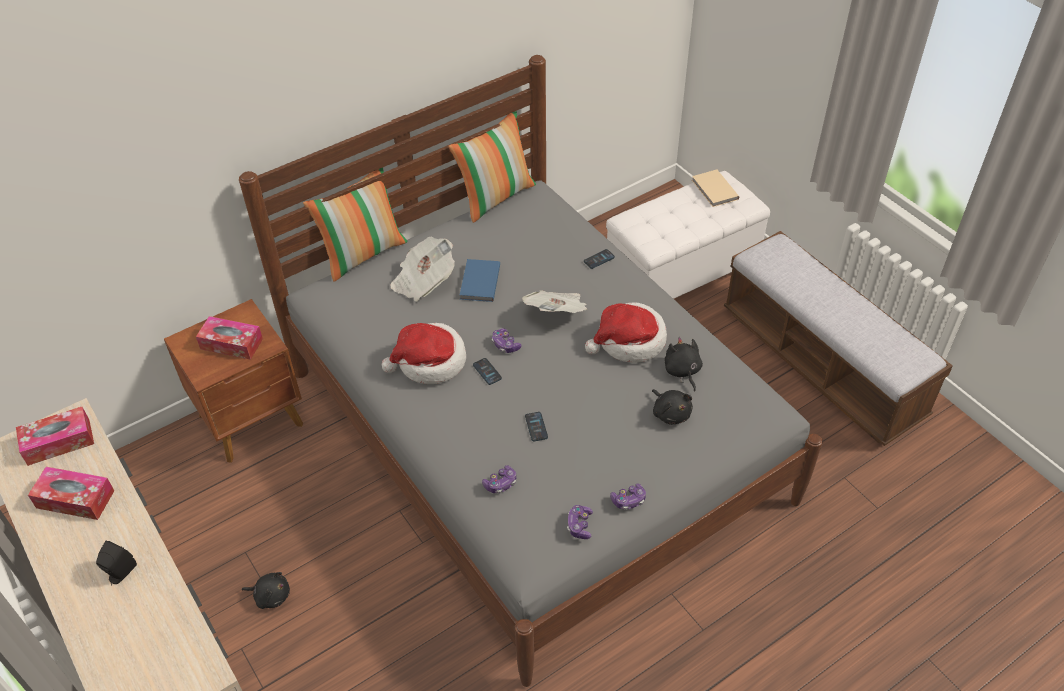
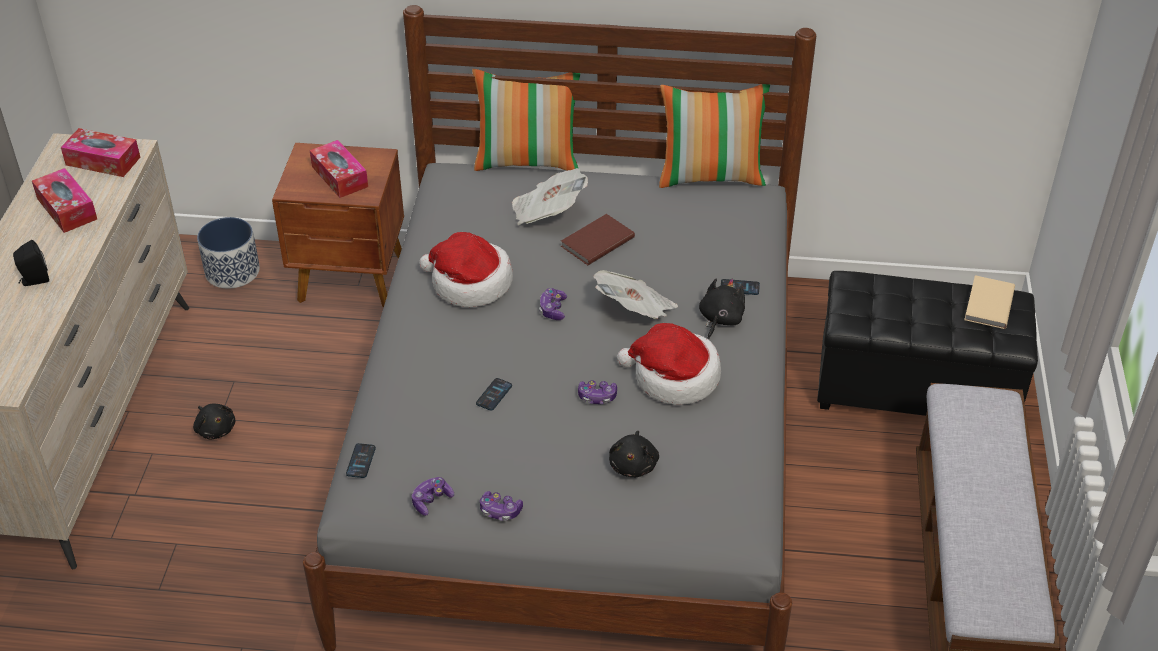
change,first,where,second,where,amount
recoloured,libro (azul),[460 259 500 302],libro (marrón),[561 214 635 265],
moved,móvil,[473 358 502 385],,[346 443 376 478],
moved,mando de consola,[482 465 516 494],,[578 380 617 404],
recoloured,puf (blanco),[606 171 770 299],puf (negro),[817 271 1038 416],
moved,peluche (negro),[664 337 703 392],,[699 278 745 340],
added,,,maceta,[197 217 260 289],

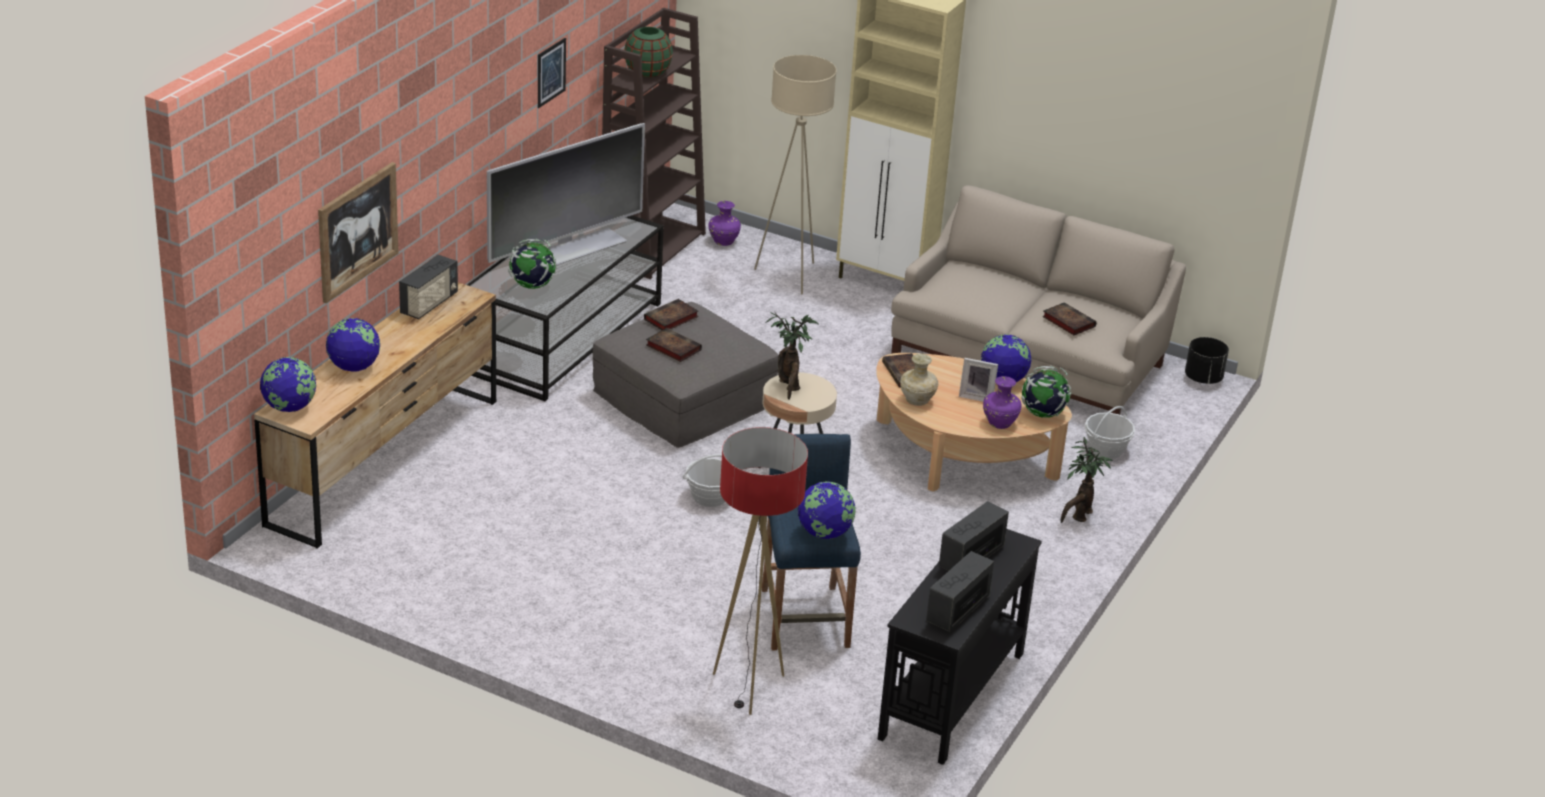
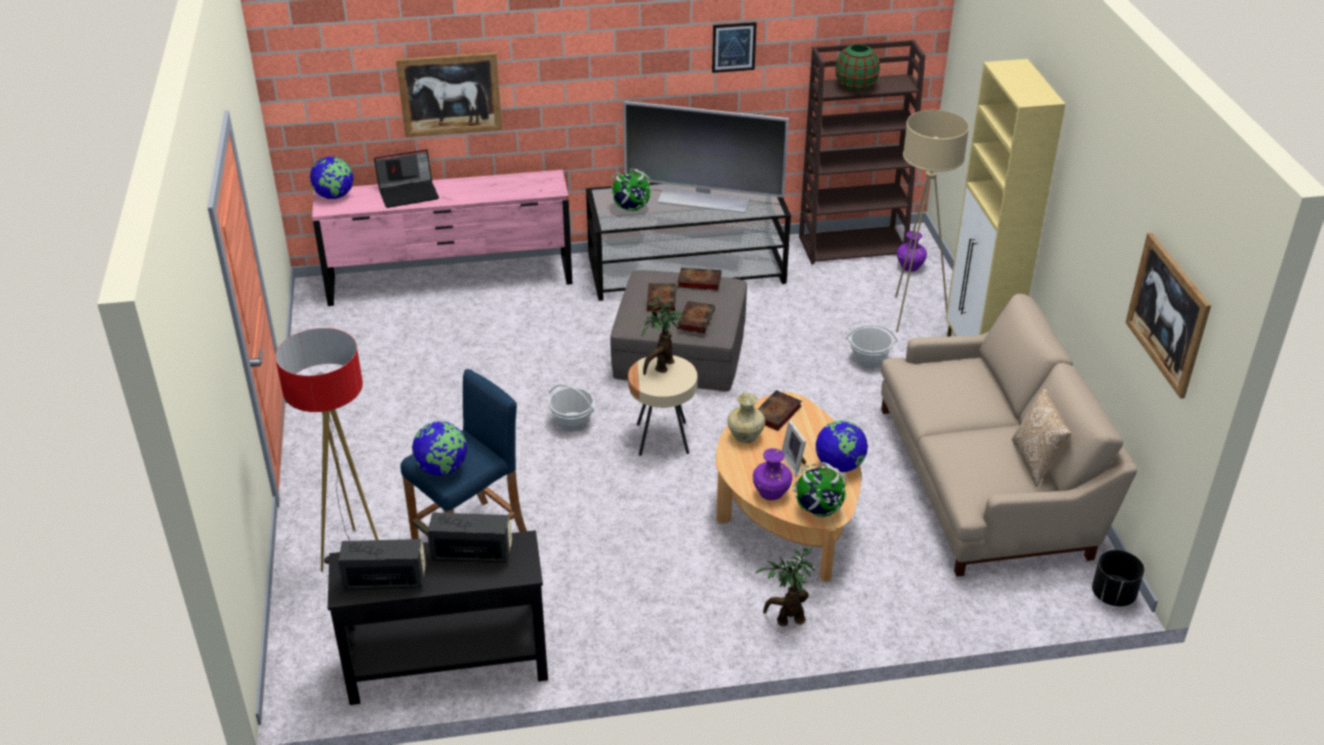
change,first,where,second,where,amount
recoloured,cómoda (marrón),[254 282 496 548],cómoda (rosa),[312 170 573 306],
replaced,globo terráqueo,[326 318 380 372],portátil,[374 149 439 208],
removed,radio,[399 255 458 319],,,
moved,libro,[1042 302 1096 335],,[677 301 715 333],
moved,cesta,[1084 406 1135 459],,[846 324 898 368],
added,,,cojín,[1012 389 1072 487],
added,,,cuadro,[1125 232 1211 399],

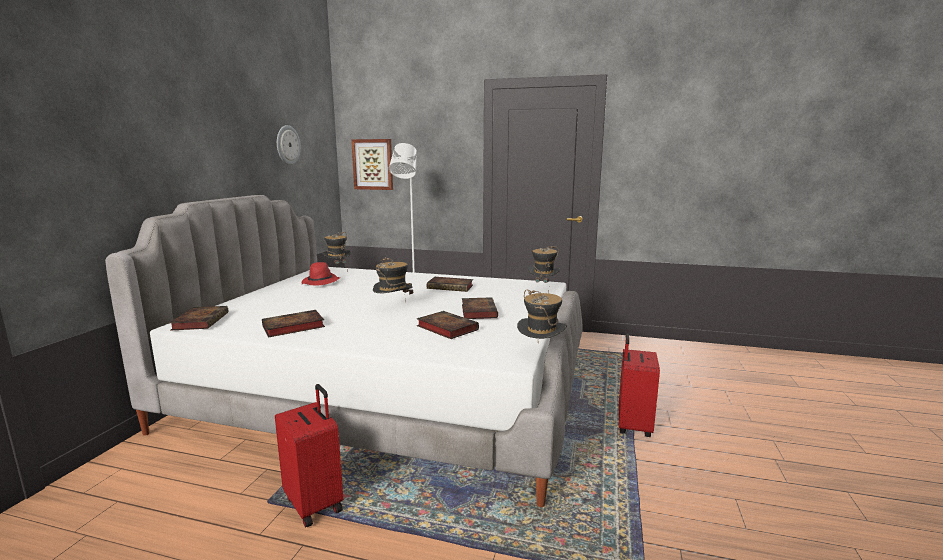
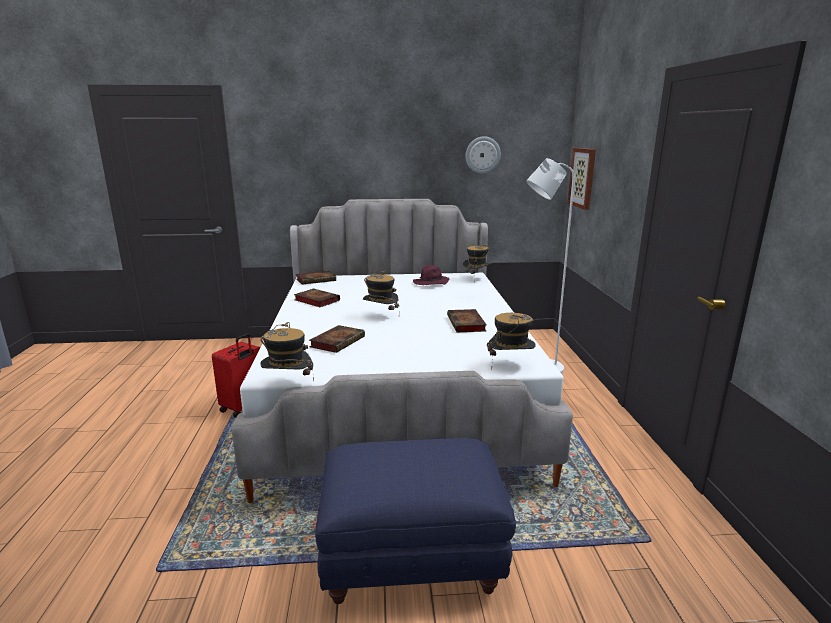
change,first,where,second,where,amount
recoloured,sombrero (rojo),[302 262 340 285],sombrero (morado),[413 265 449 285],
removed,libro,[462 297 498 319],,,
replaced,maleta (rojo),[618 334 660 437],puf (azul),[315 438 516 604],

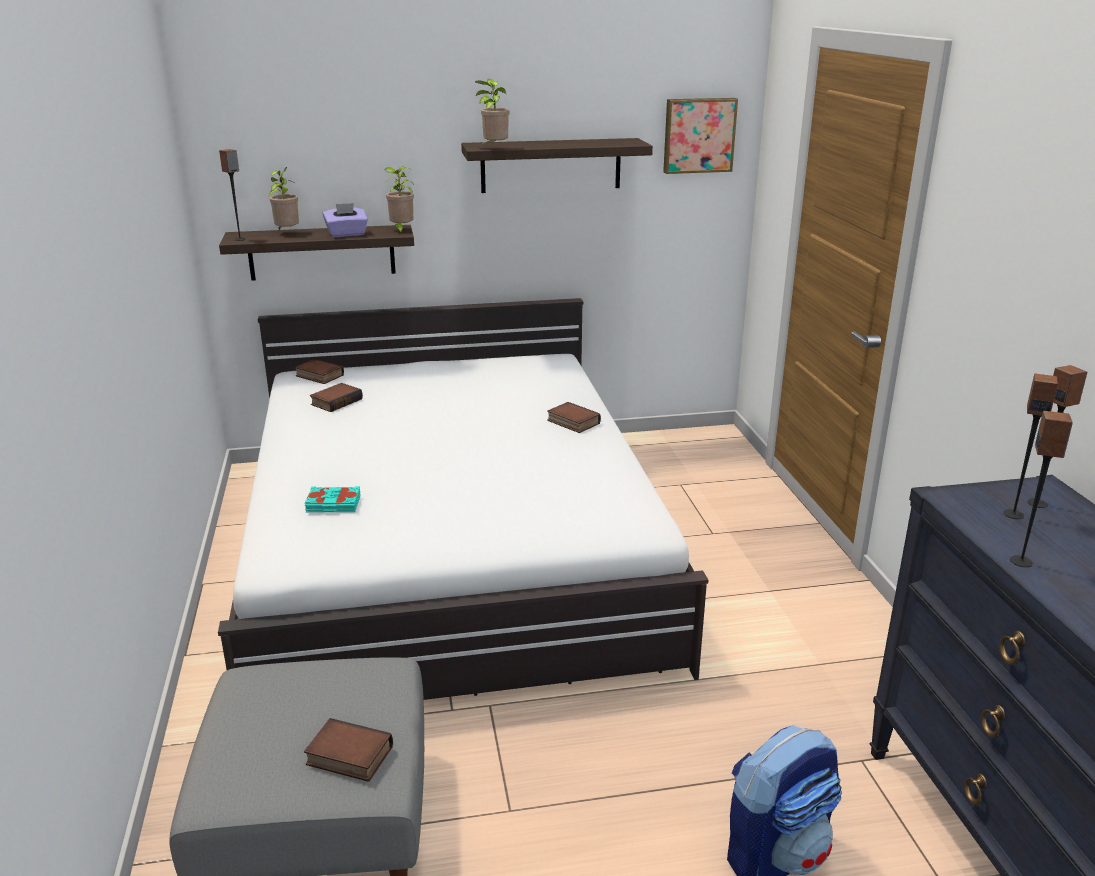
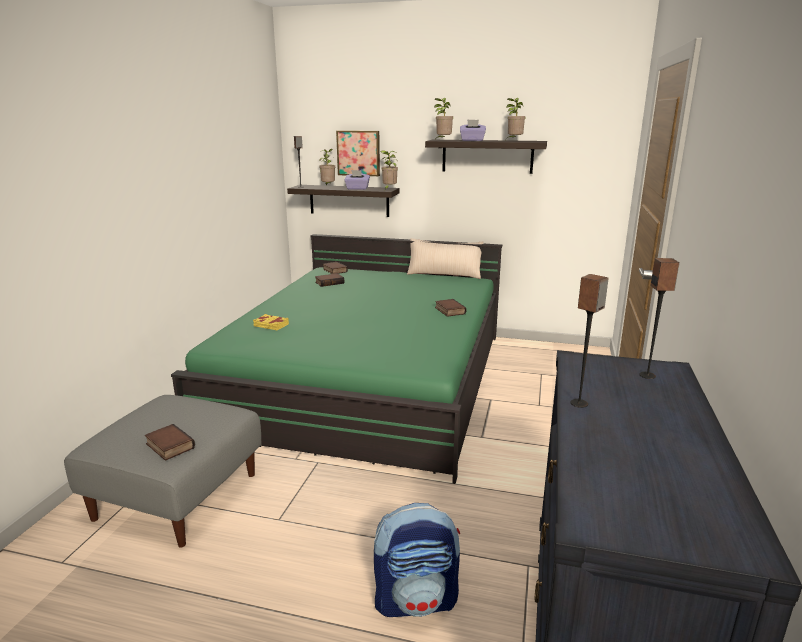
change,first,where,second,where,amount
recoloured,cama (blanco),[218 298 708 700],cama (verde),[171 234 502 484],
recoloured,libro (turquesa),[304 486 361 512],libro (amarillo),[253 314 289 330],
moved,cuadro,[663 98 738 174],,[336 130 380 176],
removed,altavoz,[1003 374 1058 519],,,
added,,,cojín (beis),[407 238 483 279],
added,,,caja de pañuelos (morado),[460 120 486 141],
added,,,planta en maceta,[506 98 525 139],

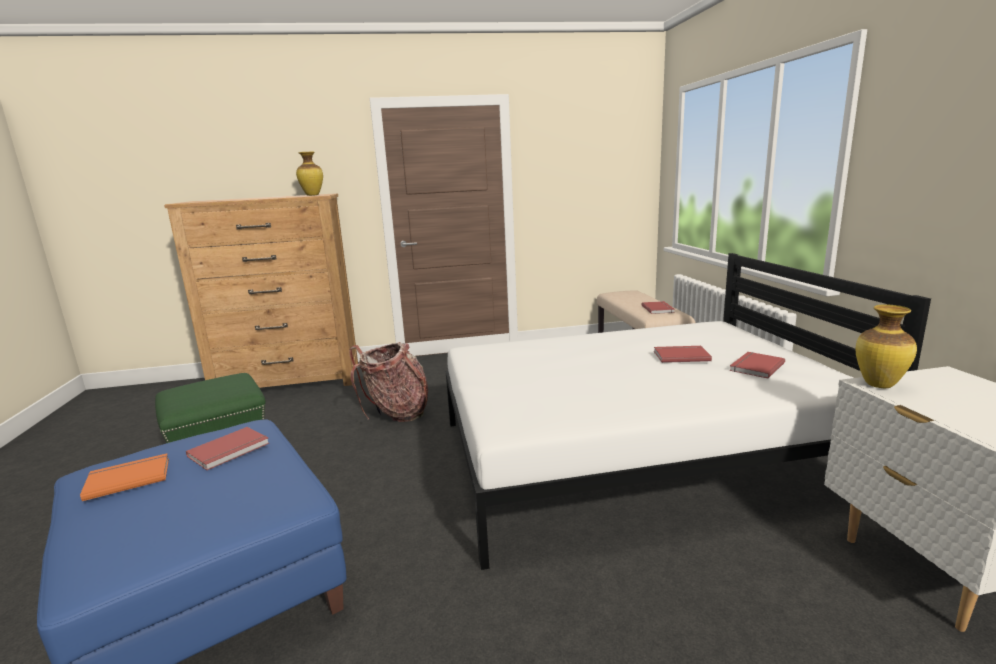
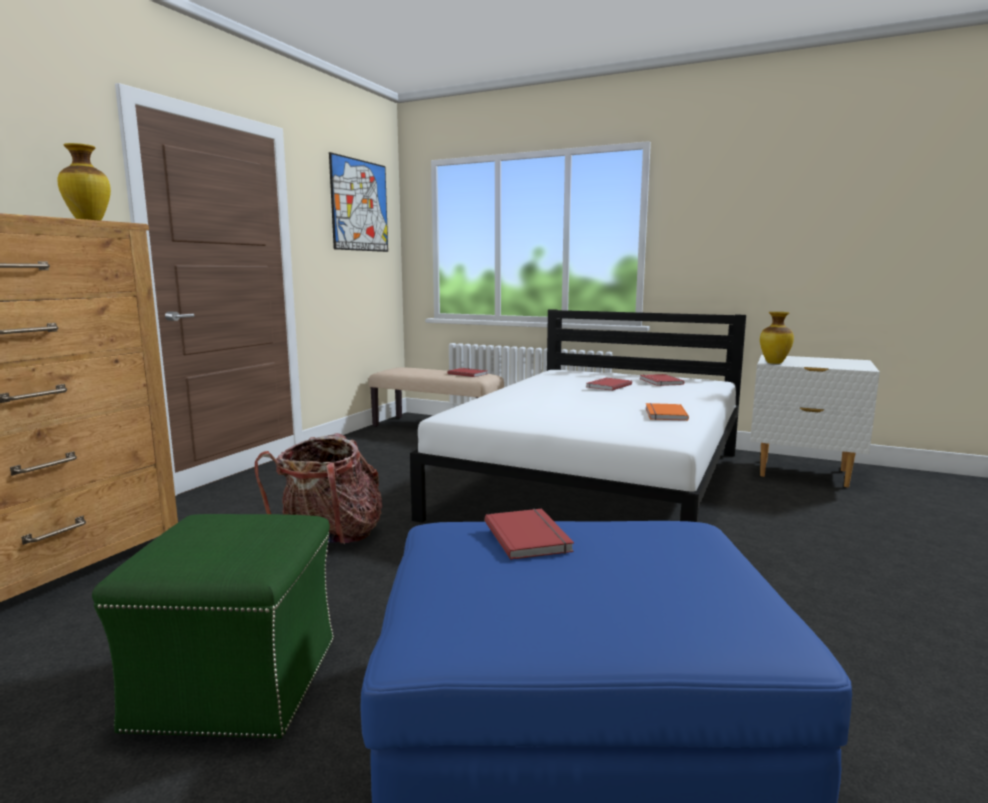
change,first,where,second,where,amount
moved,libro (naranja),[80 453 169 501],,[646 403 689 421],
added,,,cuadro,[329 152 388 252],

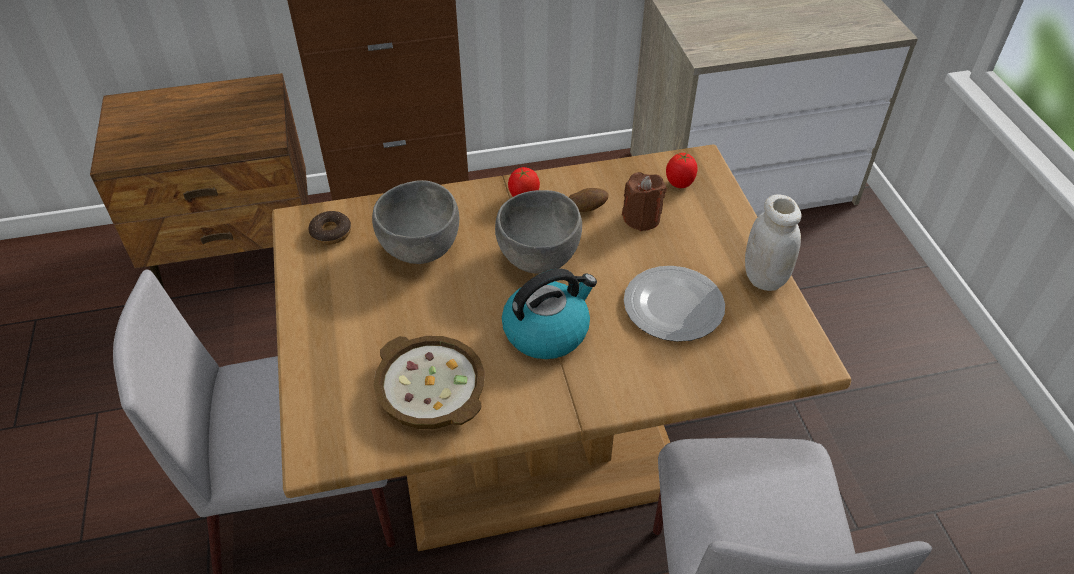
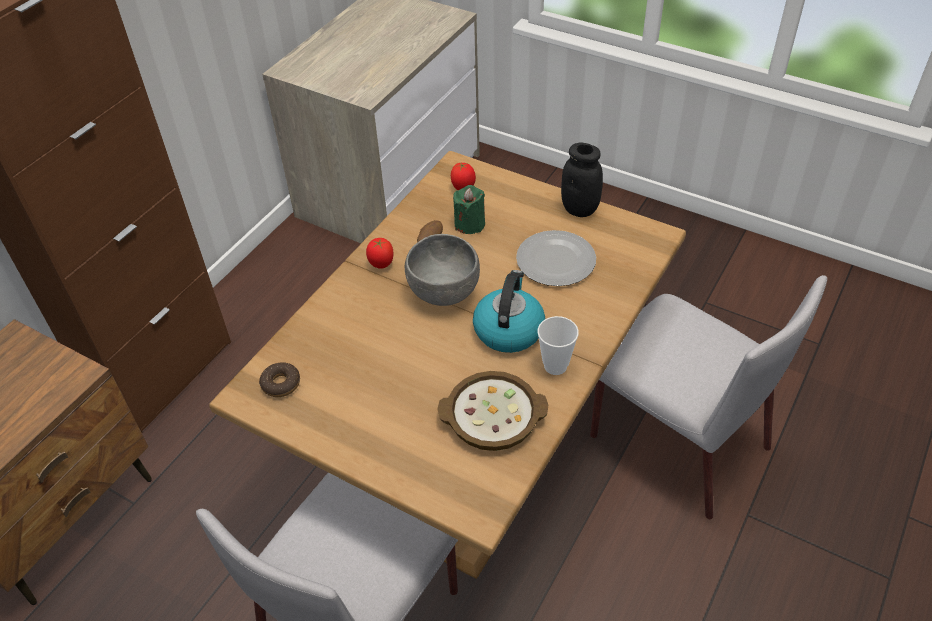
change,first,where,second,where,amount
removed,cuenco (gris),[372 180 459 264],,,
recoloured,vela (marrón),[622 172 667 231],vela (verde),[453 185 485 234],
recoloured,tarro (blanco),[745 194 802 291],tarro (negro),[561 143 603 217],
added,,,taza,[537 316 579 375],

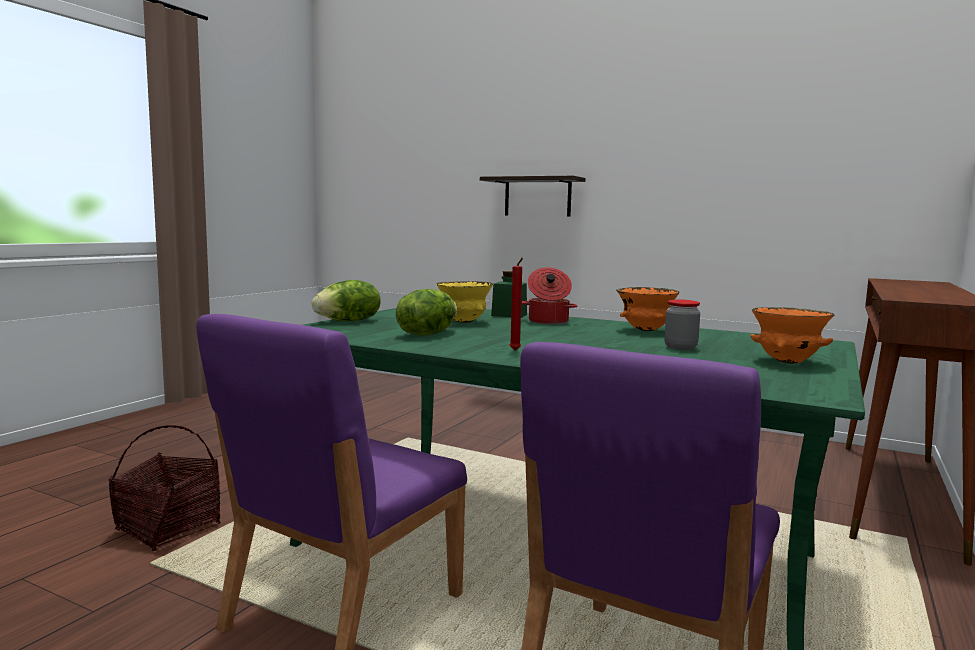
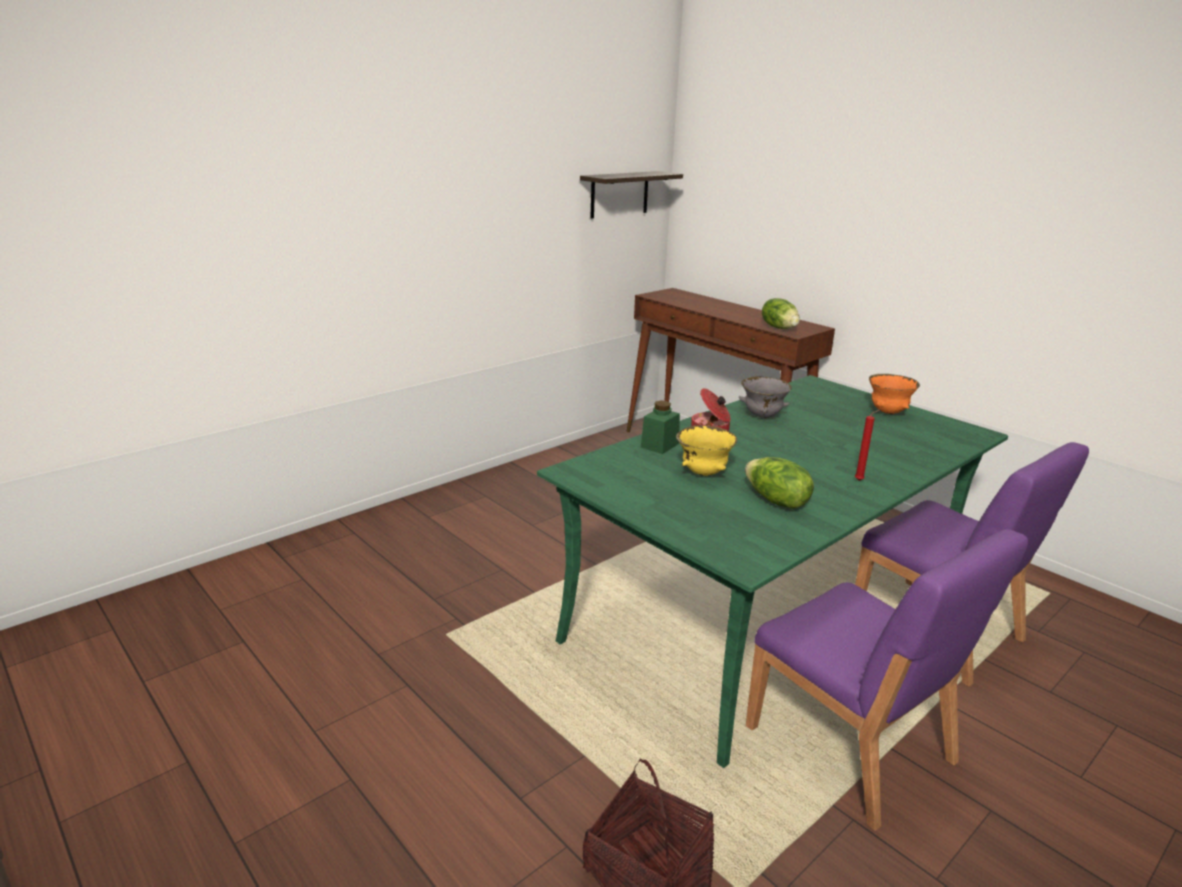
change,first,where,second,where,amount
moved,lechuga,[312 280 381 321],,[762 298 800 329],
moved,estante,[480 176 585 217],,[580 171 683 218],
recoloured,cuenco (naranja),[616 287 680 331],cuenco (gris),[739 377 792 418],
removed,tarro,[664 299 700 350],,,

